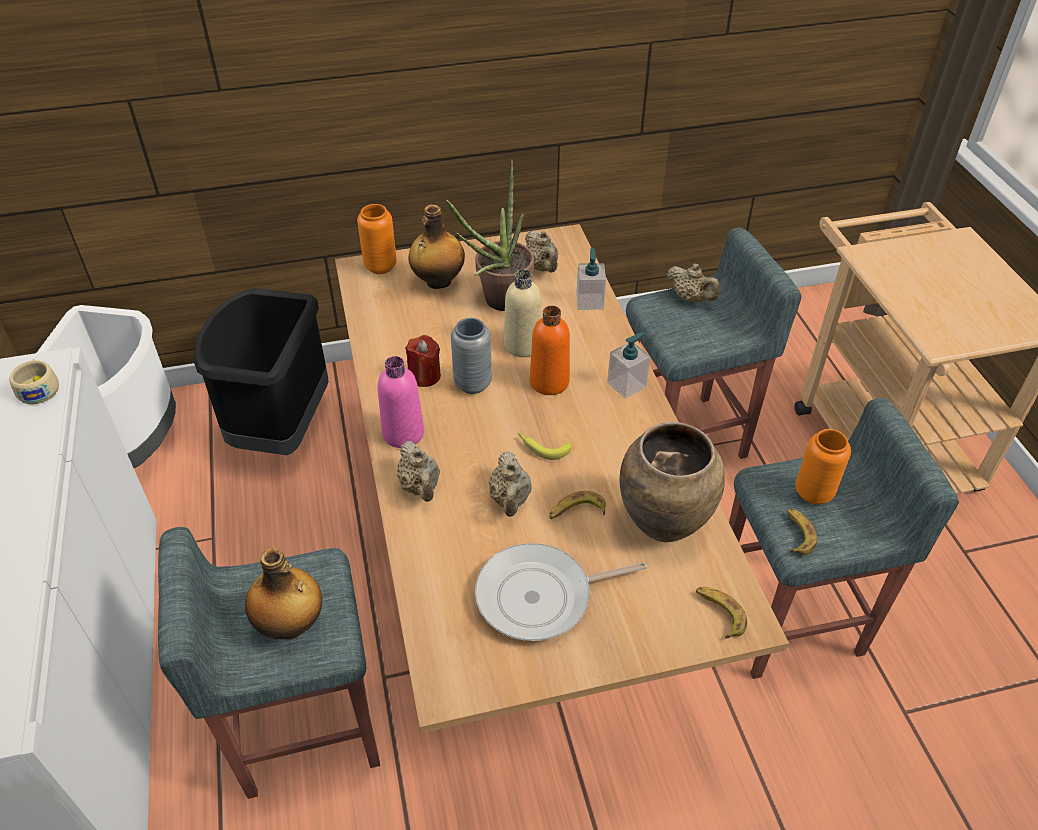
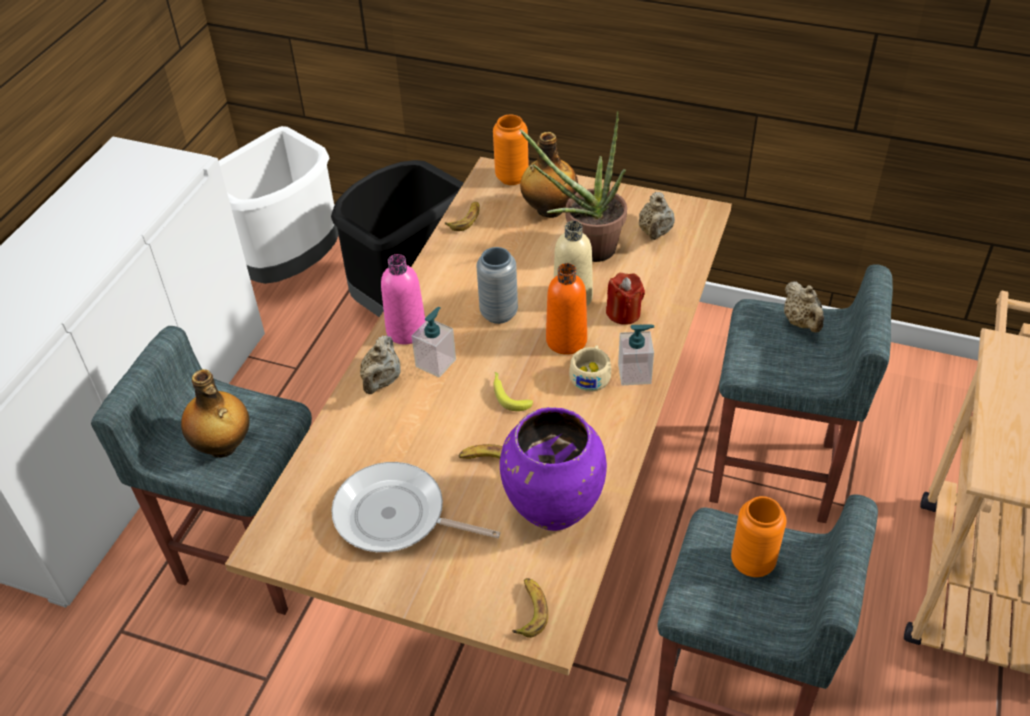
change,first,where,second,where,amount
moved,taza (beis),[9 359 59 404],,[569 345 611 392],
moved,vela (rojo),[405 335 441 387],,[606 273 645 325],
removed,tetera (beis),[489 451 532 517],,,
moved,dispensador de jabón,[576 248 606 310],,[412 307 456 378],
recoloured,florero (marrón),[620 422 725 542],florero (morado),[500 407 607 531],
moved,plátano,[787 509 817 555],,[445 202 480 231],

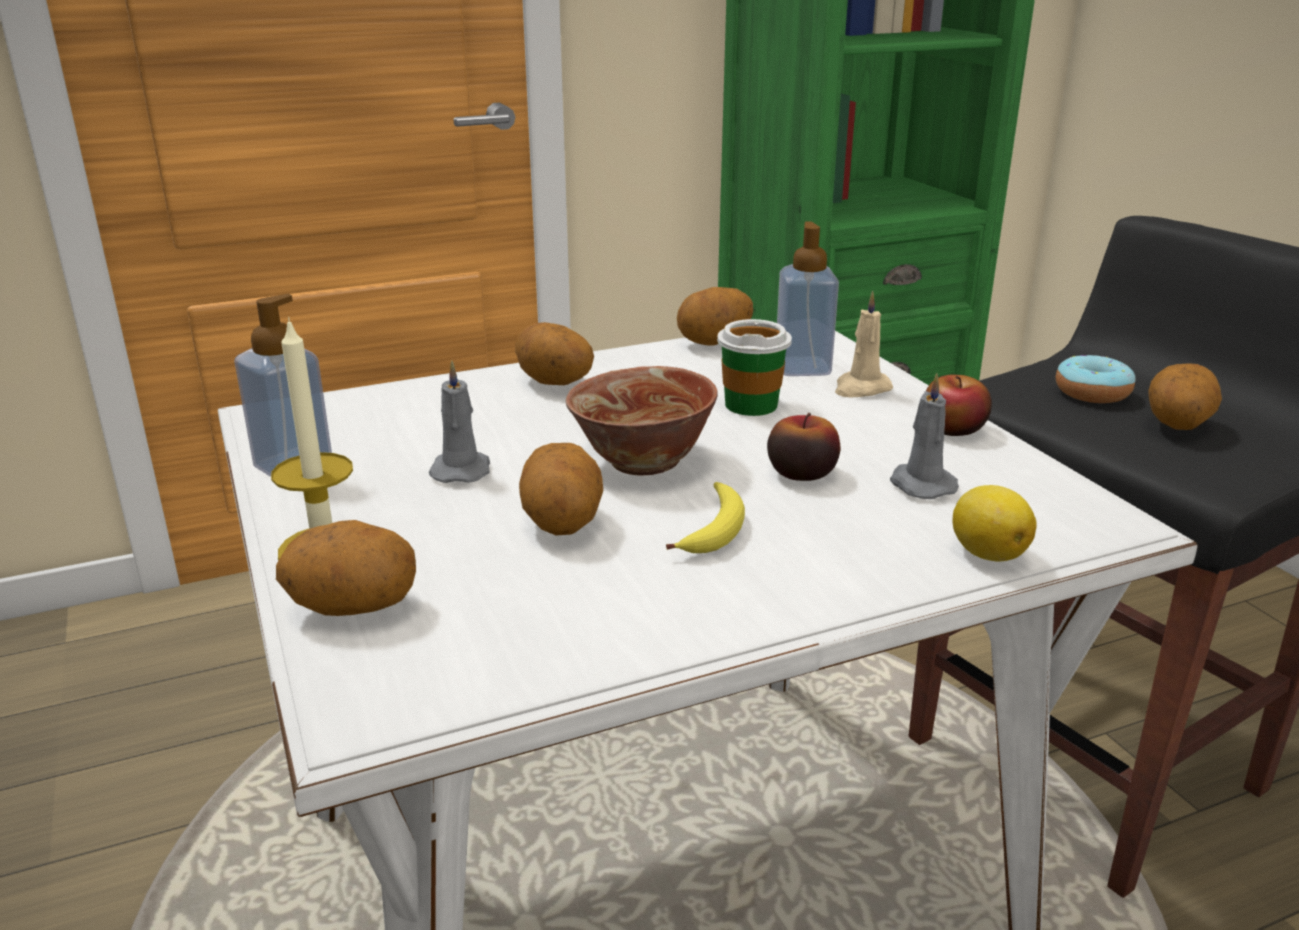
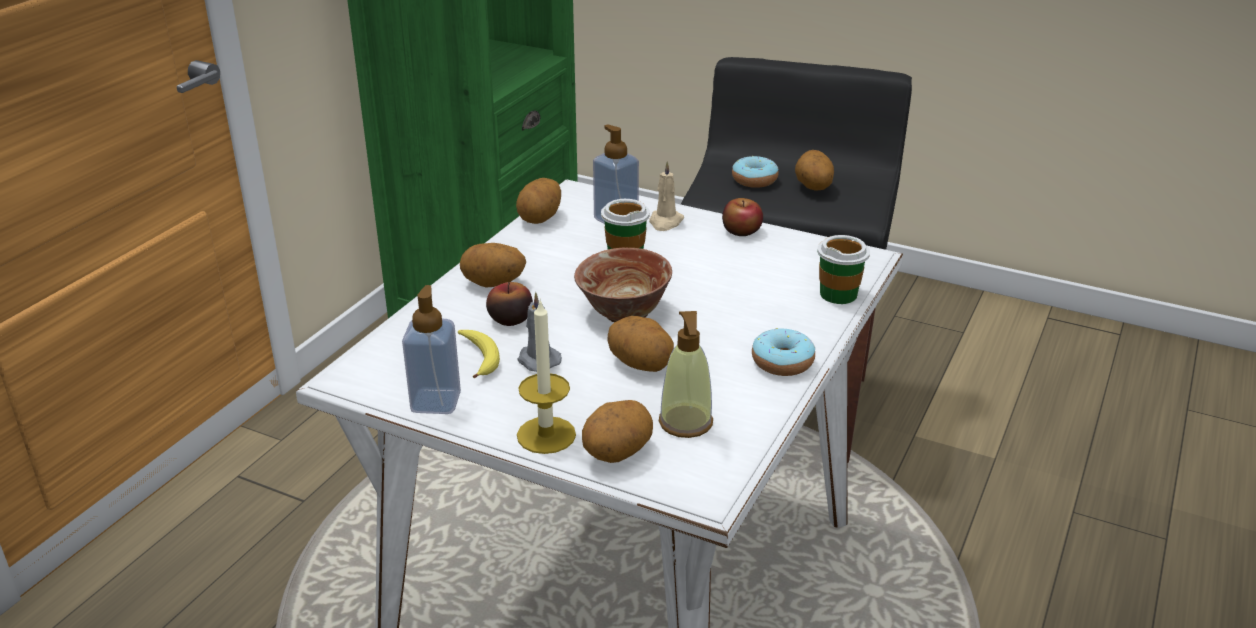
change,first,where,second,where,amount
moved,plátano,[666 482 745 553],,[458 330 500 379],
moved,manzana,[767 413 841 481],,[486 282 533 326],
removed,vela (gris),[890 373 959 499],,,
replaced,limón,[953 485 1037 562],taza,[817 235 870 304],
added,,,dispensador de jabón,[659 311 713 438],
added,,,rosquilla,[752 328 815 376],

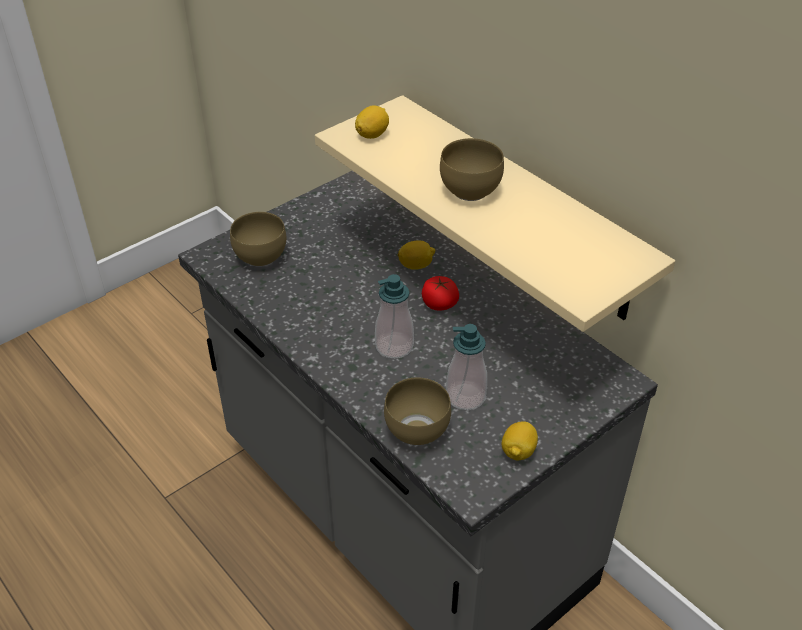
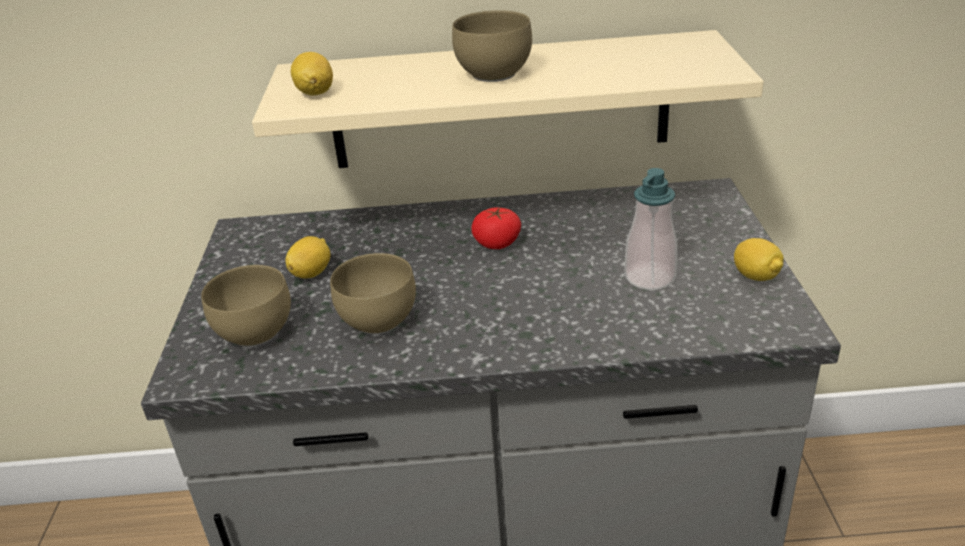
change,first,where,second,where,amount
removed,dispensador de jabón,[375 274 414 359],,,
moved,cuenco (marrón),[384 377 451 445],,[330 253 416 334],
moved,limón,[398 240 435 270],,[285 236 331 278],

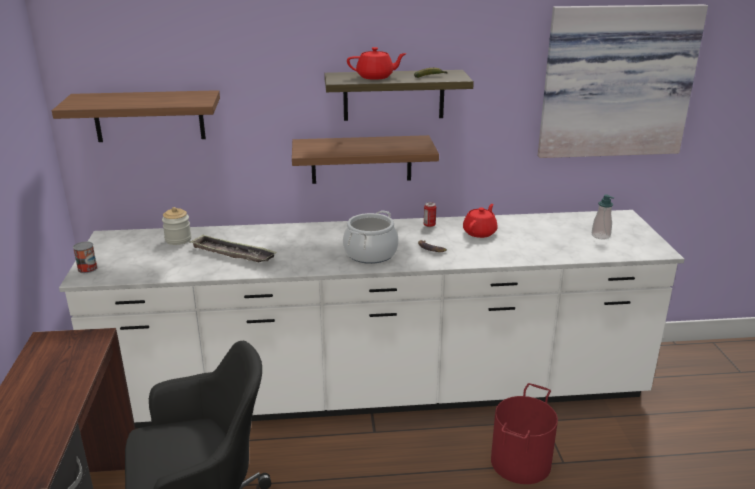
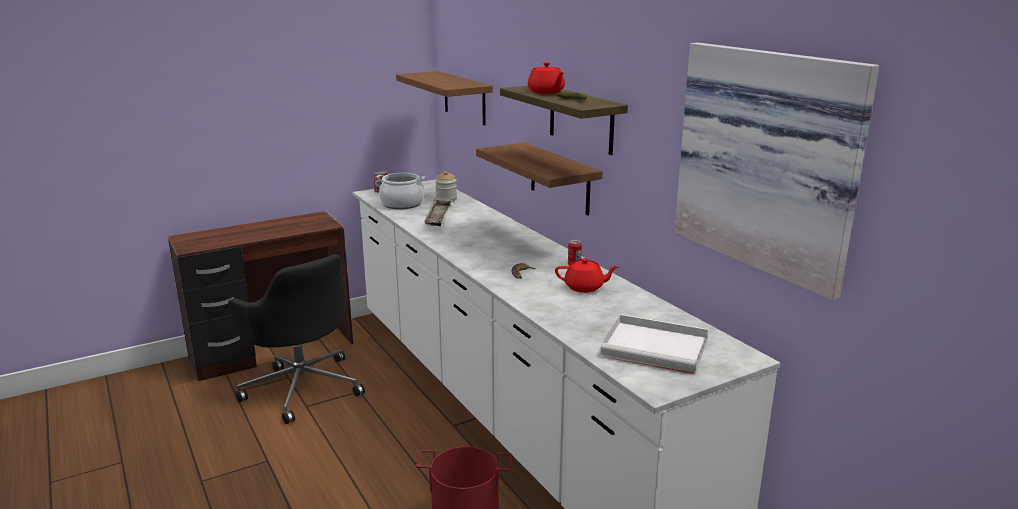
change,first,where,second,where,amount
moved,olla,[343 210 399 264],,[376 173 425 209],
replaced,dispensador de jabón,[592 195 614 239],bandeja (blanco),[600 314 709 374],

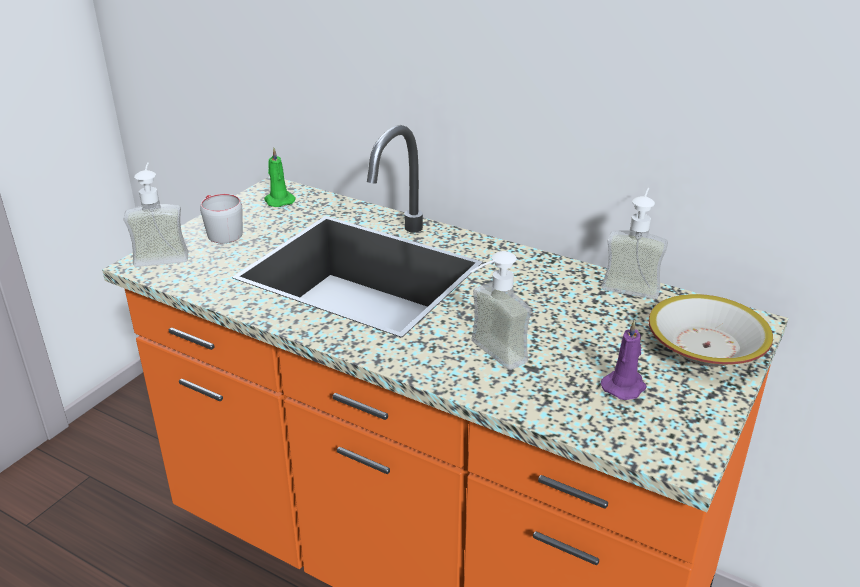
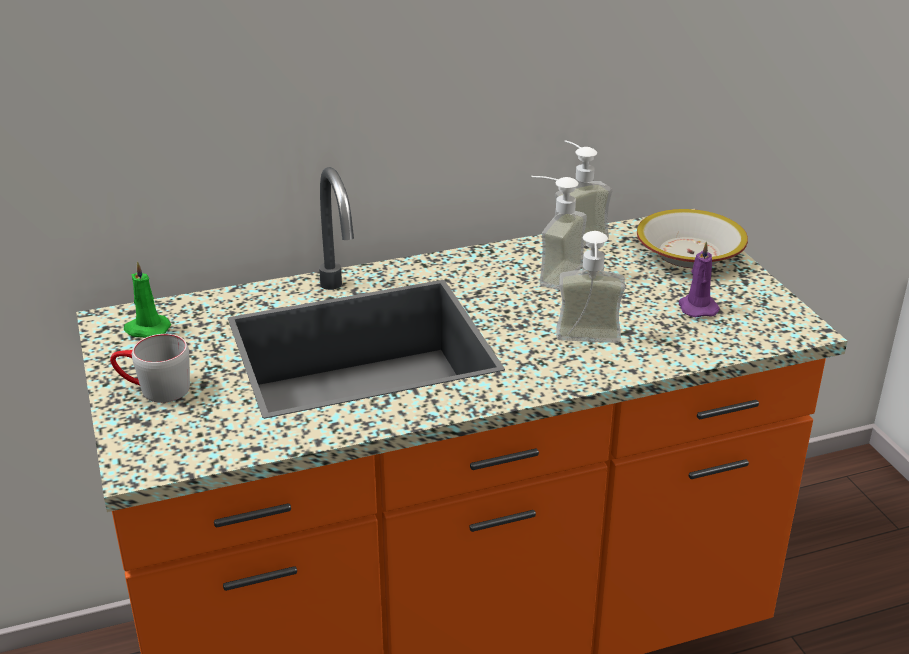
change,first,where,second,where,amount
moved,dispensador de jabón,[124 162 188 267],,[531 176 587 290],

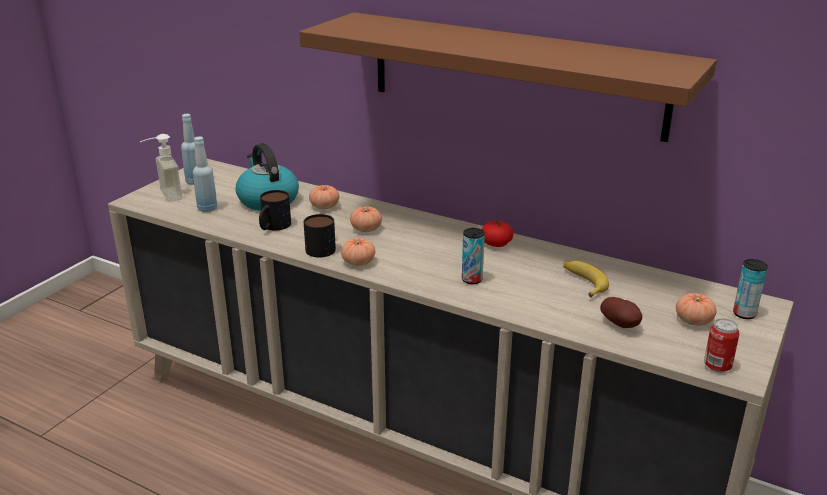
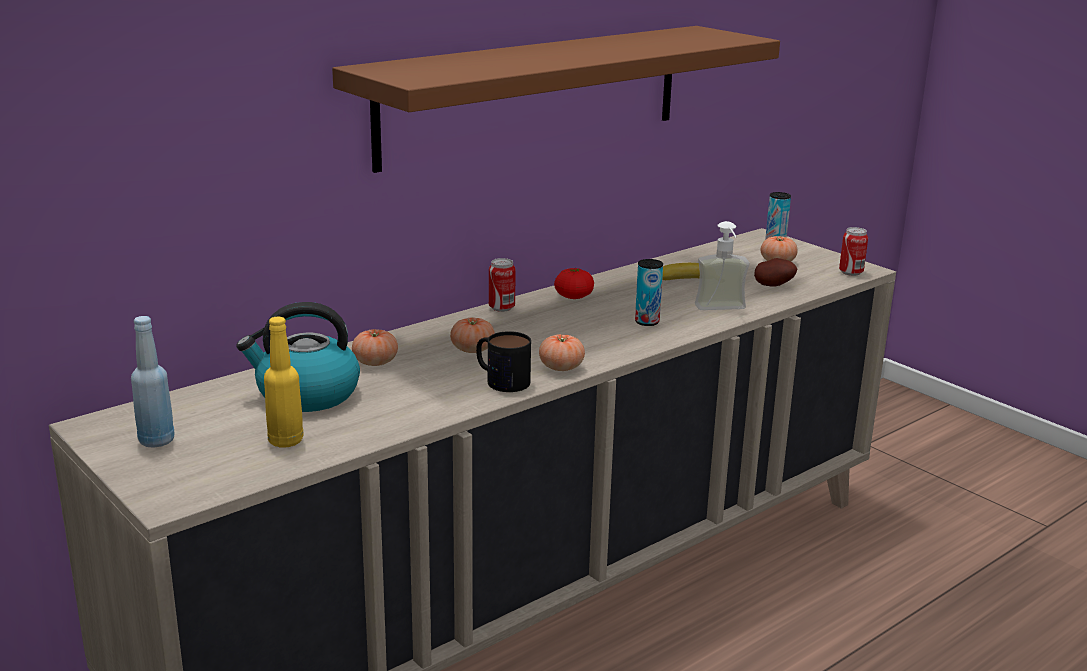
change,first,where,second,where,amount
moved,dispensador de jabón,[140 134 183 202],,[695 221 750 310],
recoloured,botella (azul),[193 136 217 212],botella (amarillo),[264 317 304 447],
removed,taza grande,[259 190 291 231],,,
added,,,lata,[489 258 516 312],

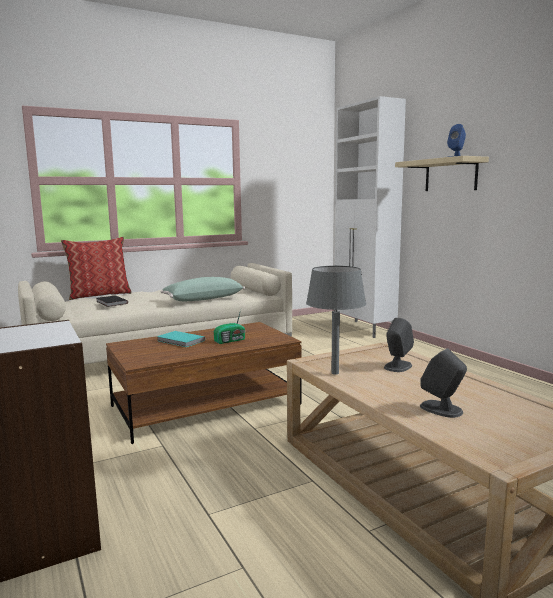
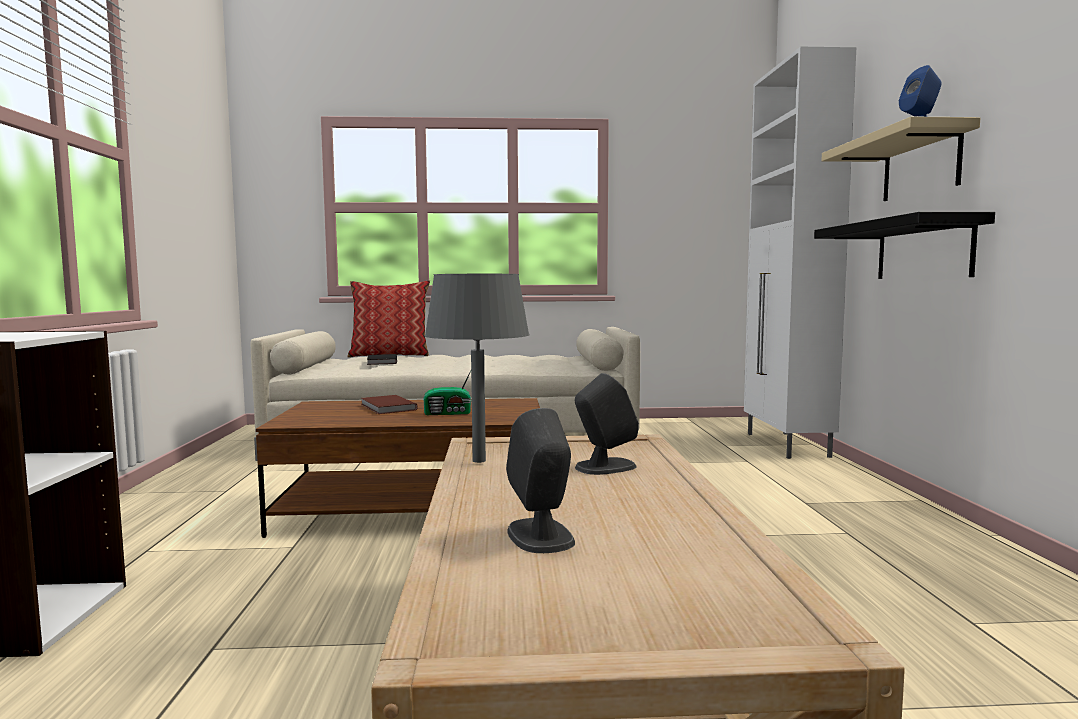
change,first,where,second,where,amount
recoloured,libro (turquesa),[157 331 205 347],libro (marrón),[361 395 418 414],
removed,cojín (verde),[160 277 245 301],,,
added,,,estante (negro),[814 212 995 279],

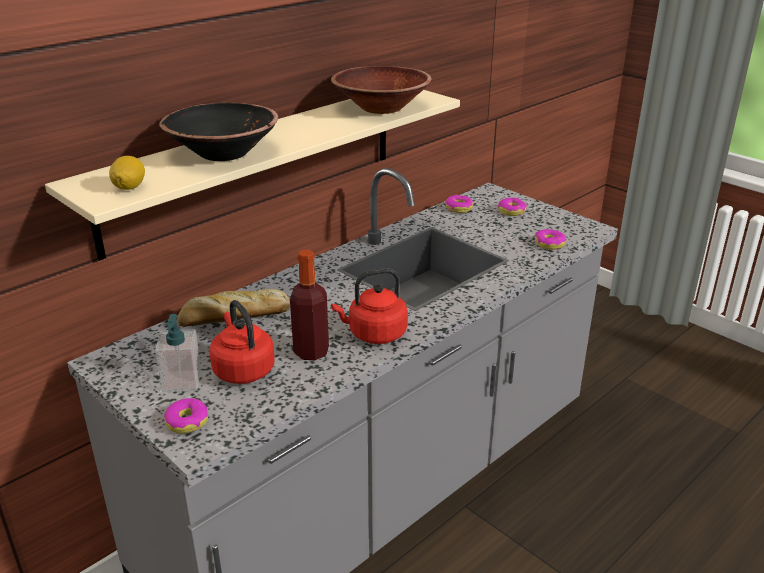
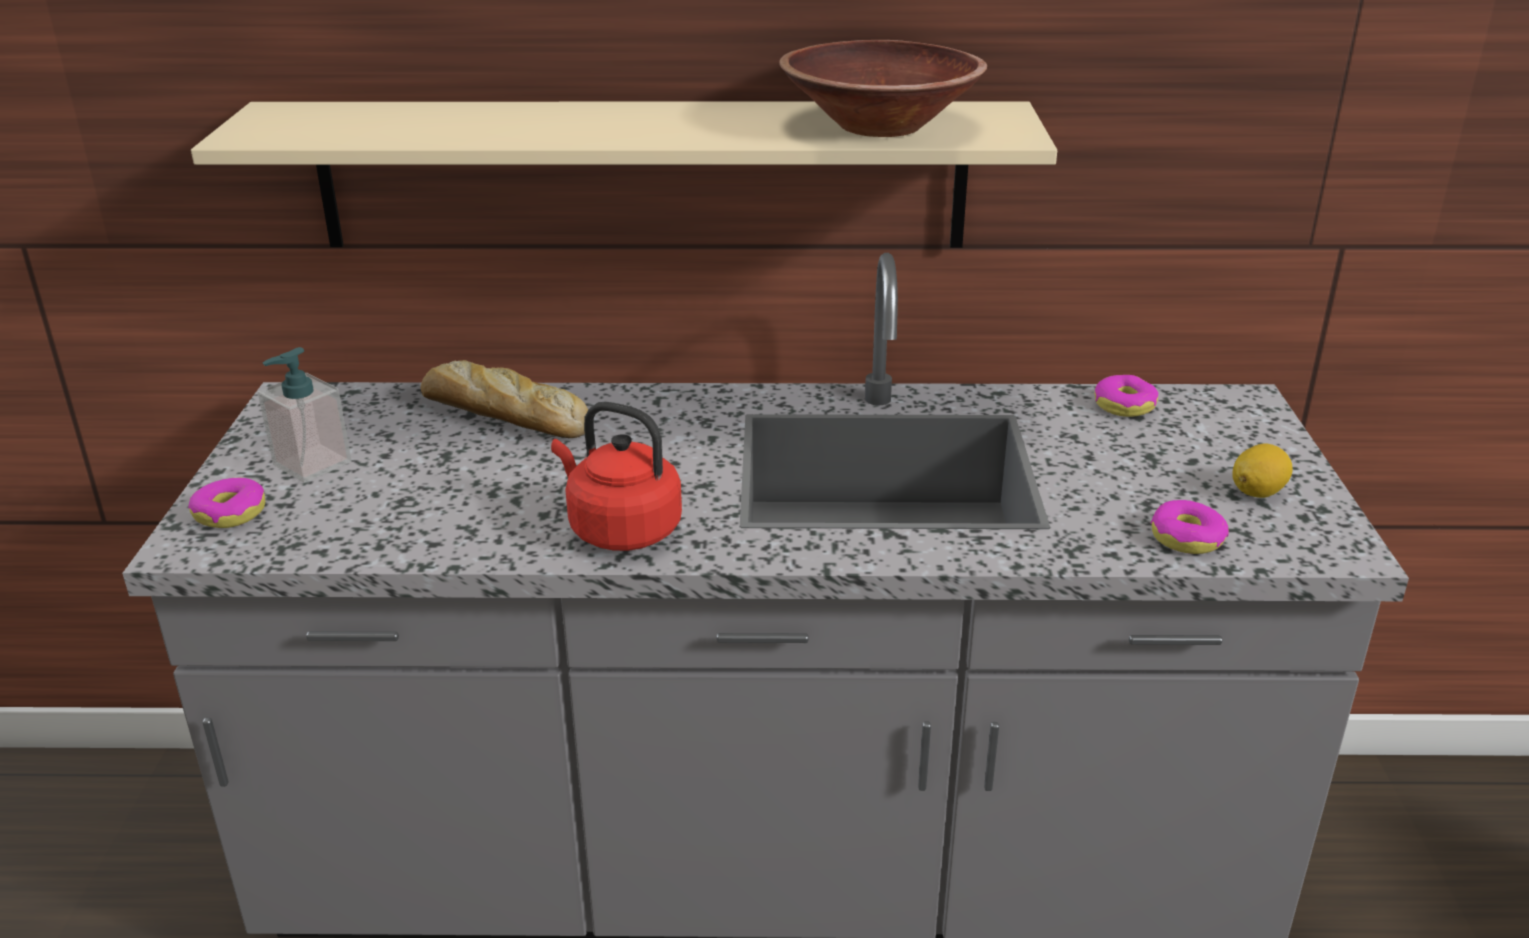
change,first,where,second,where,amount
moved,limón,[109 156 145 190],,[1232 443 1293 498],
removed,cuenco (negro),[159 103 278 161],,,
removed,hervidor (rojo),[209 300 275 384],,,
removed,botella,[290 250 329 360],,,
removed,rosquilla,[498 198 527 216],,,

